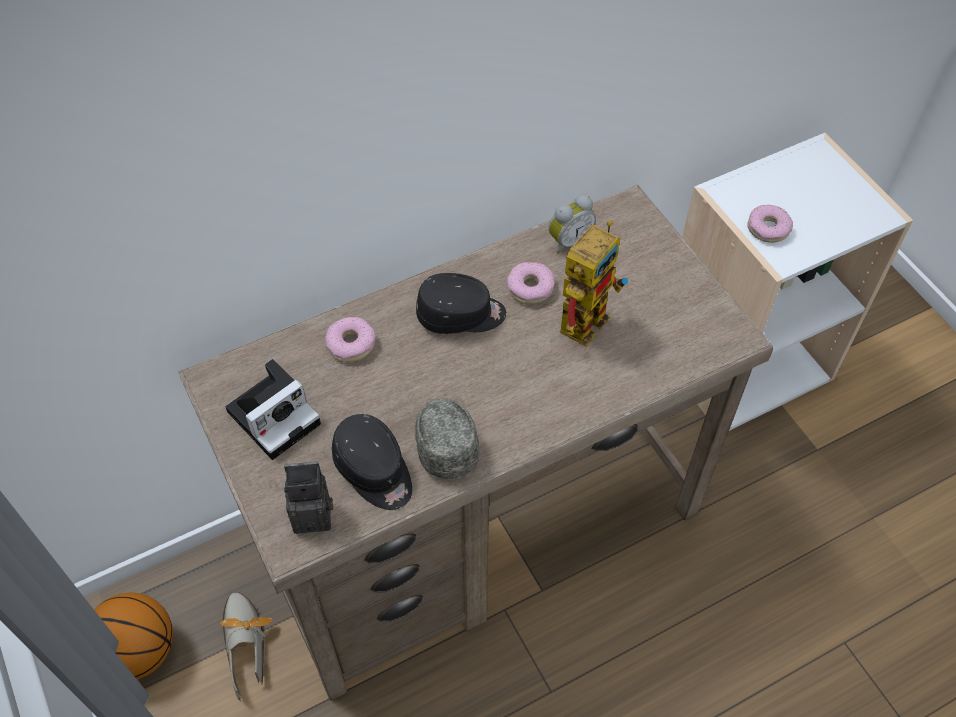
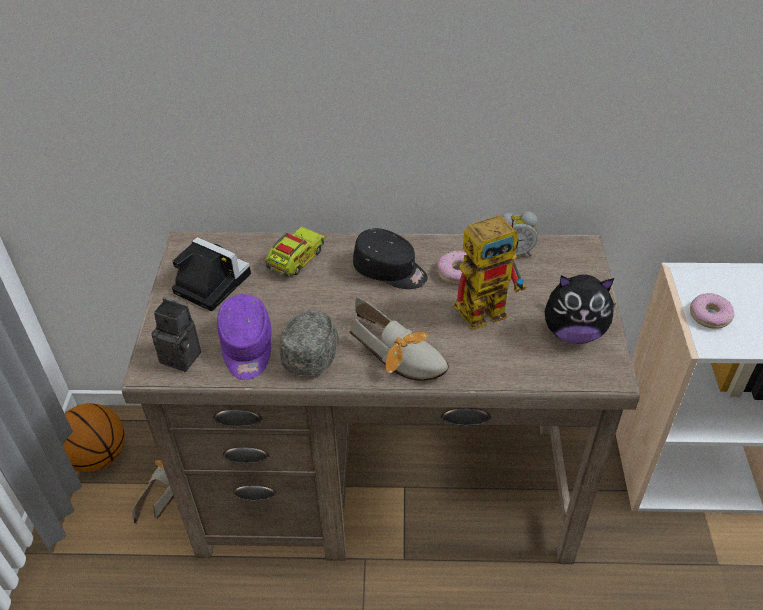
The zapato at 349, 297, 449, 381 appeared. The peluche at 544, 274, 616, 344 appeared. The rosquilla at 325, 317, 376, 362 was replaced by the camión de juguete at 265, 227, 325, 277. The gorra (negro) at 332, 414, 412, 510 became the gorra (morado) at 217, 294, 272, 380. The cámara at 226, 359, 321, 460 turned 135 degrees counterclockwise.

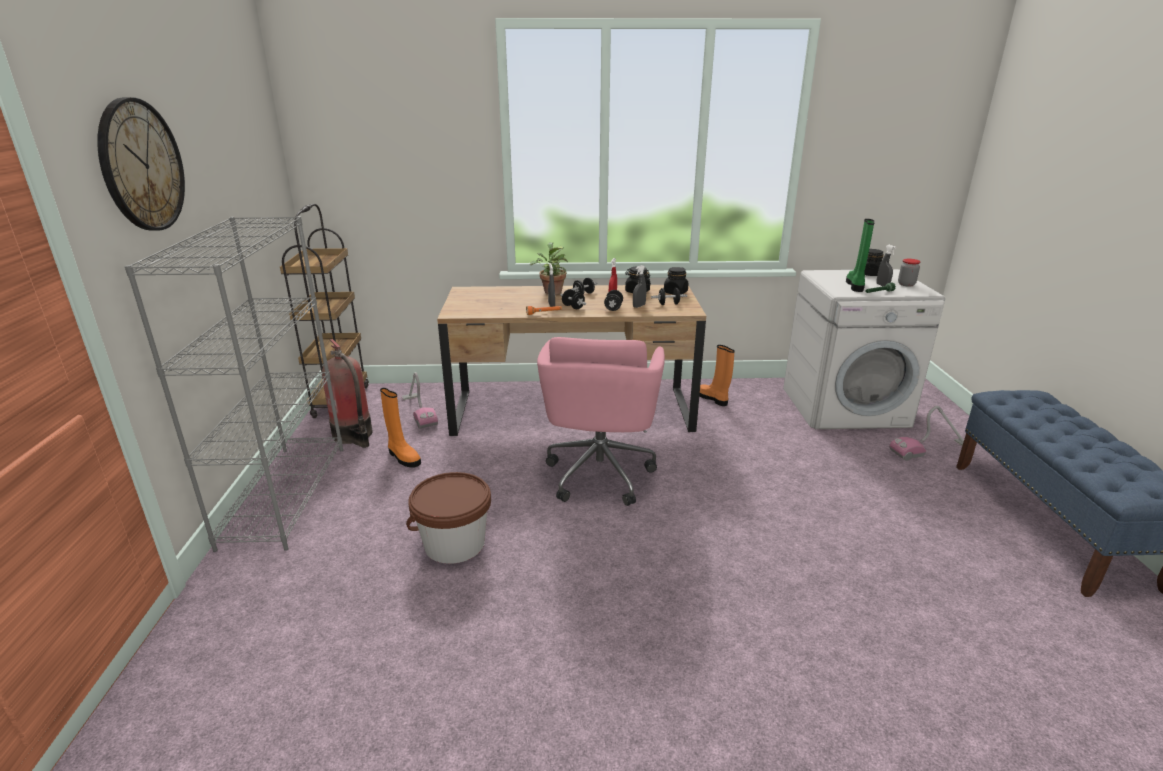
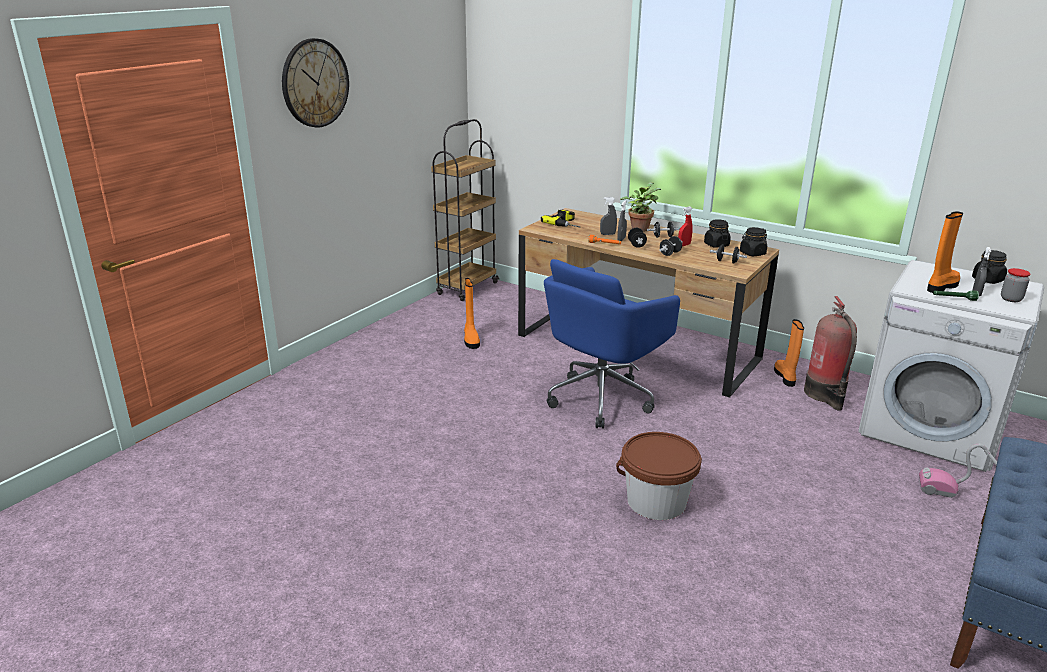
The estantería (gris) at 124, 216, 343, 552 disappeared. The aspiradora at 401, 372, 438, 428 disappeared. The taladro at 541, 209, 580, 228 appeared. The extintor moved from 322, 339, 373, 448 to 804, 296, 857, 411. The cubo (marrón) moved from 406, 472, 491, 564 to 616, 432, 702, 520. The pulverizador (gris) moved from 633, 265, 647, 308 to 600, 197, 617, 235. The silla de oficina (rosa) at 537, 337, 665, 506 became the silla de oficina (azul) at 544, 259, 680, 429. The bota (verde) at 846, 219, 874, 292 became the bota (naranja) at 927, 211, 963, 293.

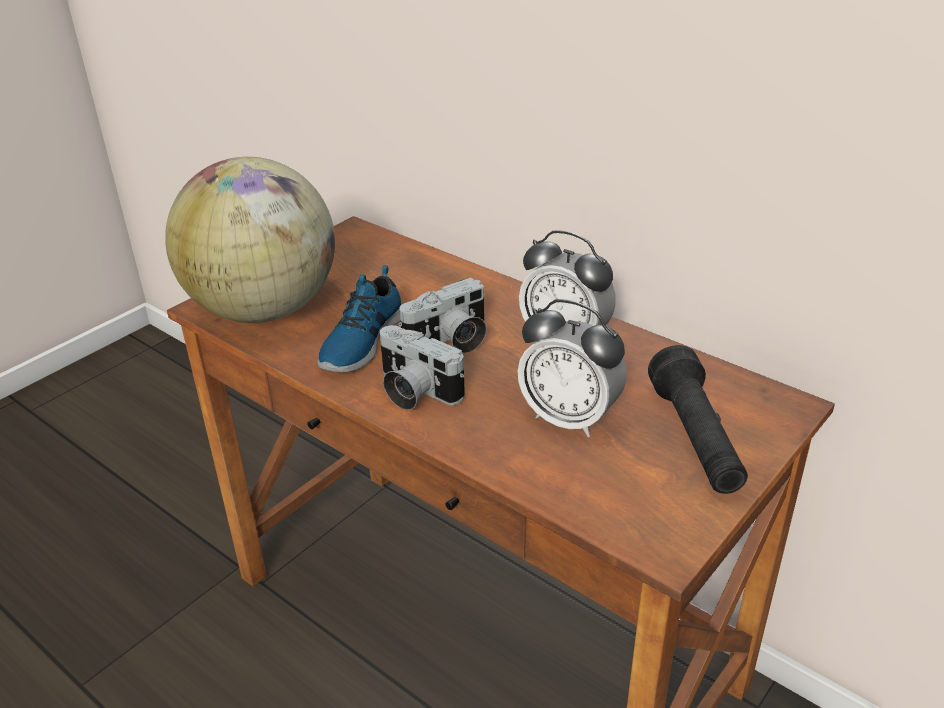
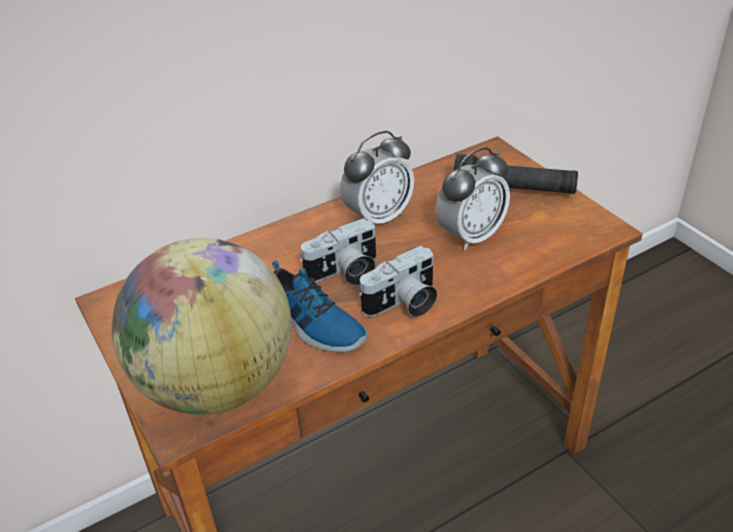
The cámara at 398, 277, 487, 353 turned 75 degrees clockwise.

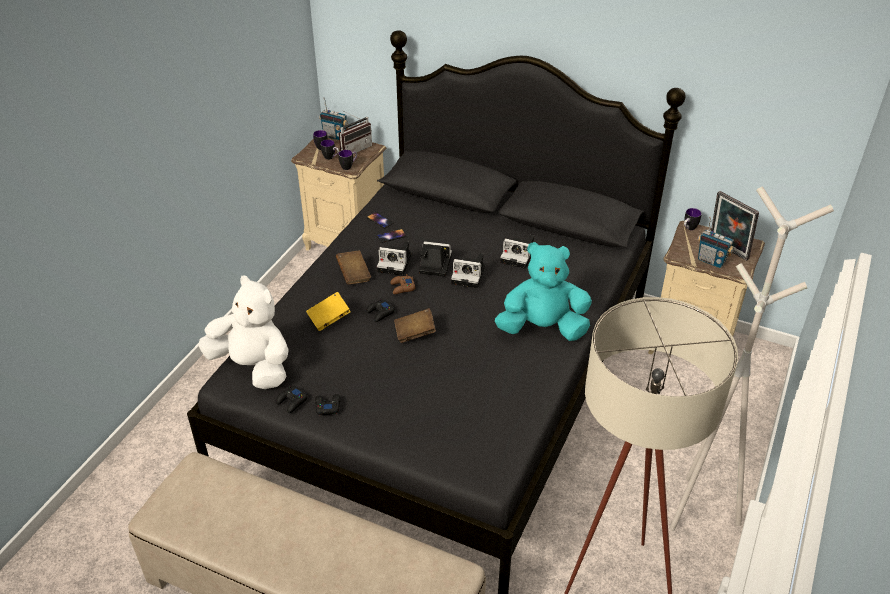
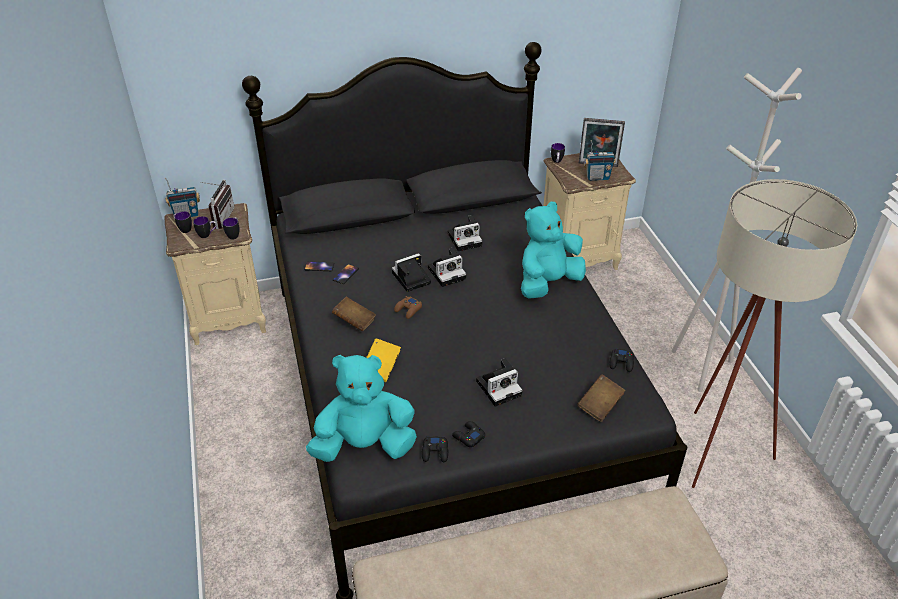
The mando de consola (negro) moved from 366, 299, 394, 322 to 609, 348, 634, 372. The cámara moved from 377, 241, 412, 276 to 476, 358, 523, 407. The libro (marrón) moved from 394, 308, 436, 343 to 577, 375, 626, 422. The peluche (blanco) at 199, 275, 289, 389 became the peluche (turquesa) at 306, 355, 417, 462.

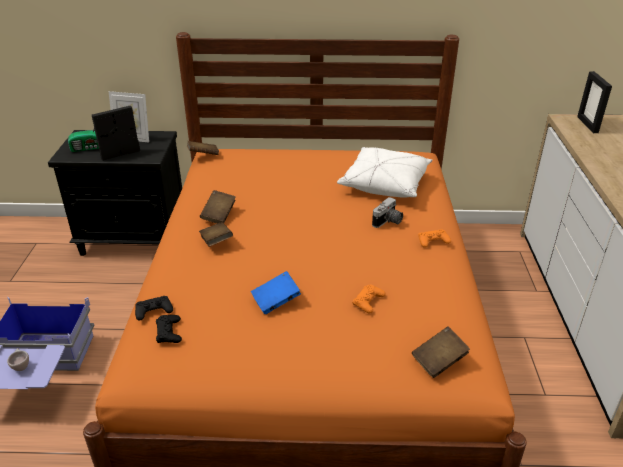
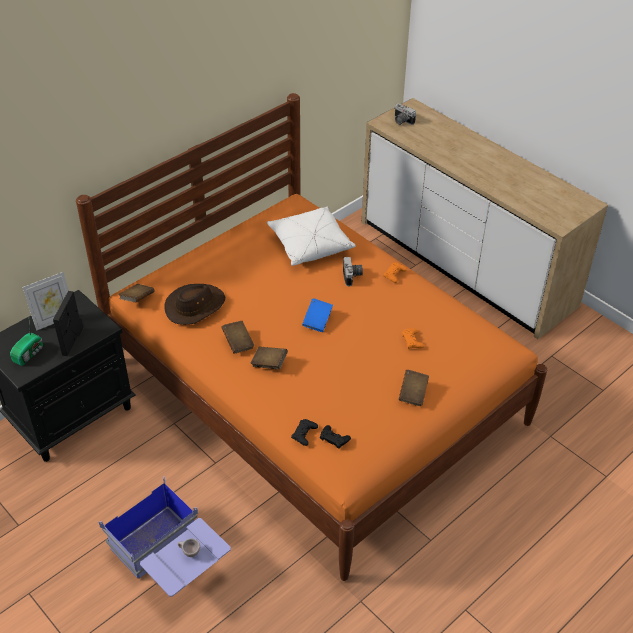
The sombrero (marrón) at 164, 284, 225, 325 appeared. The libro (azul) moved from 251, 271, 301, 314 to 302, 298, 333, 332. The libro (marrón) moved from 412, 326, 470, 378 to 399, 370, 429, 406. The portarretratos at 577, 71, 612, 133 was replaced by the cámara at 395, 103, 416, 125.

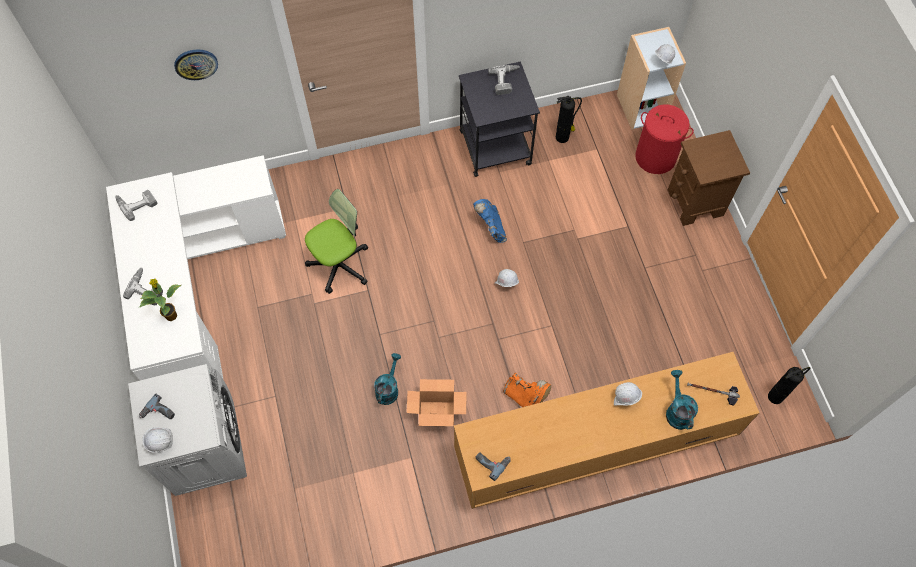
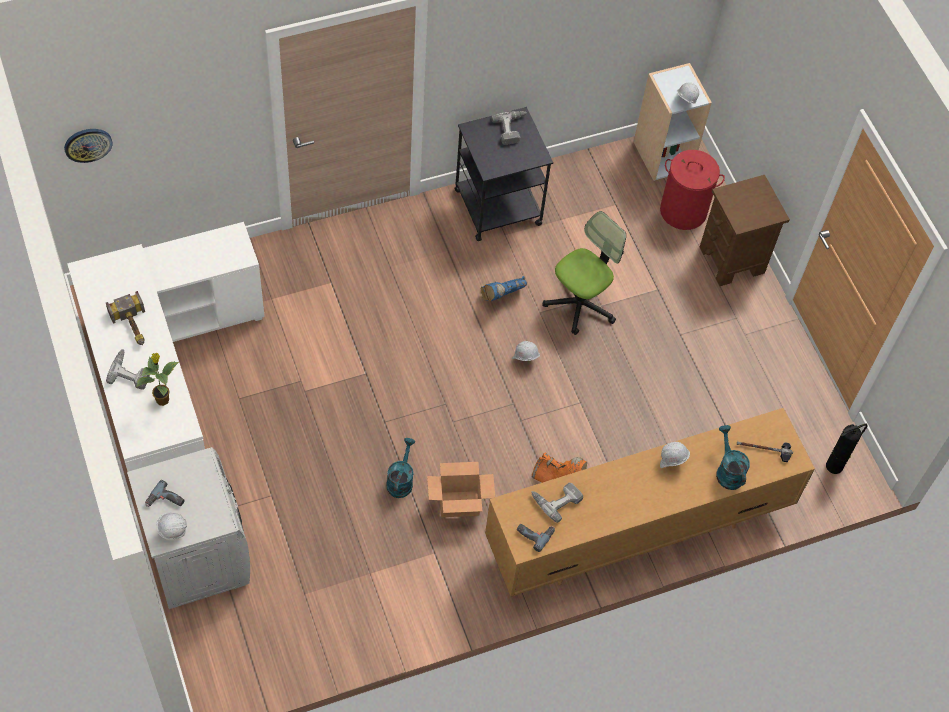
The extintor at 556, 96, 582, 143 disappeared. The martillo at 106, 291, 145, 345 appeared. The taladro moved from 115, 190, 158, 221 to 531, 483, 583, 523. The reloj de pared moved from 174, 49, 218, 80 to 64, 129, 113, 163. The silla de oficina moved from 305, 189, 368, 294 to 542, 211, 626, 335. The bota (azul) at 473, 199, 507, 243 turned 90 degrees counterclockwise.

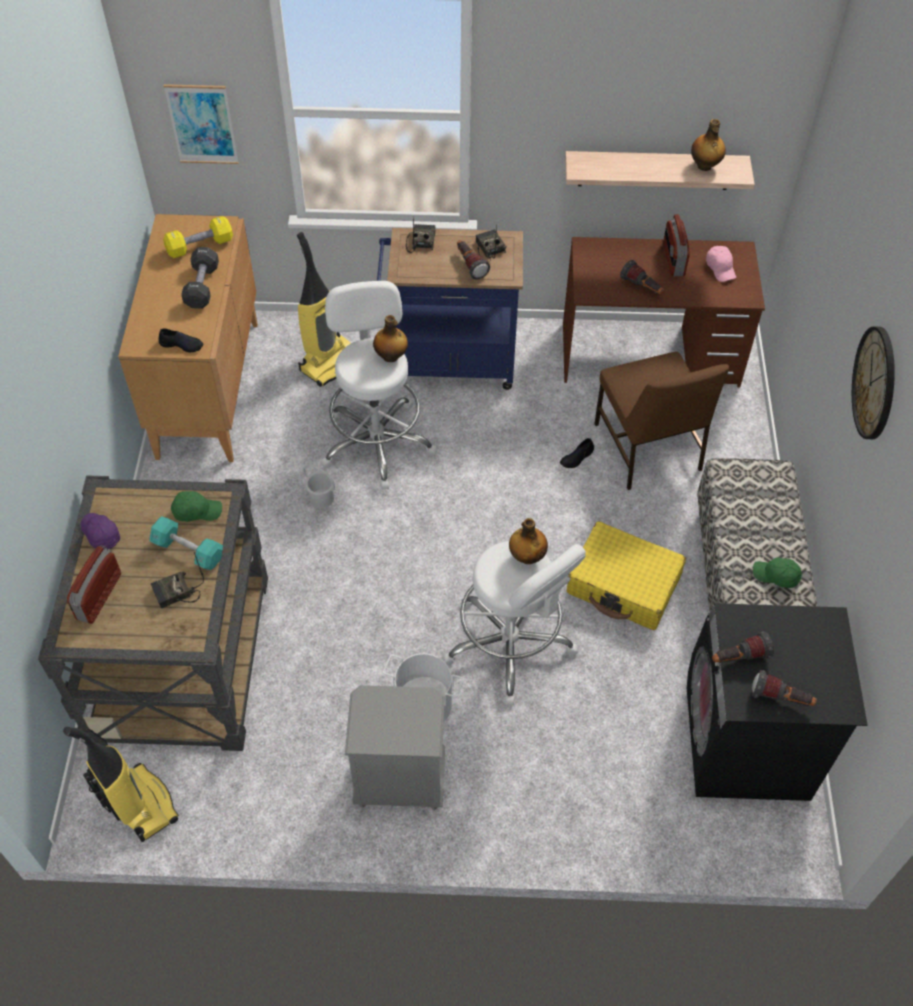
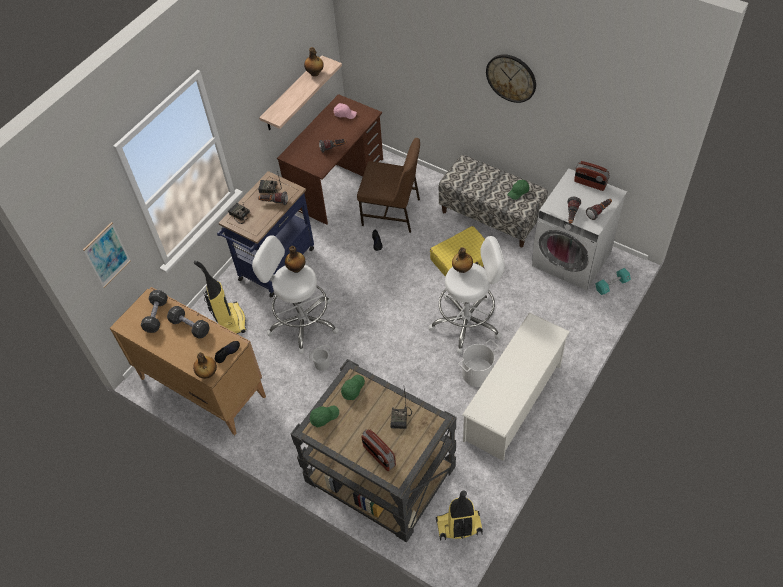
The gorra (morado) at 81, 513, 120, 550 disappeared. The botella at 193, 352, 217, 379 appeared. The gorra (verde) at 310, 406, 339, 427 appeared. The mancuerna (turquesa) moved from 150, 516, 223, 570 to 595, 268, 631, 295. The radio moved from 663, 214, 690, 277 to 574, 161, 610, 191. The mesita de noche (gris) at 345, 685, 445, 810 was replaced by the zapatero (blanco) at 462, 313, 570, 461. The mancuerna (amarillo) at 163, 216, 233, 258 became the mancuerna (negro) at 141, 290, 168, 333. The lavadora (negro) at 687, 603, 868, 801 became the lavadora (blanco) at 532, 168, 627, 290.

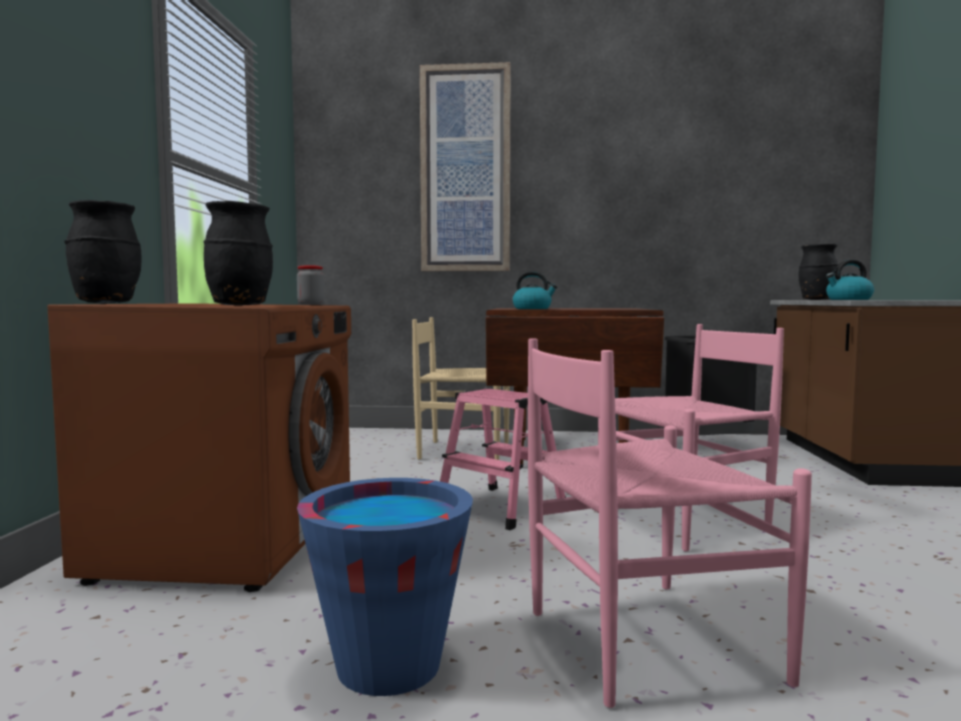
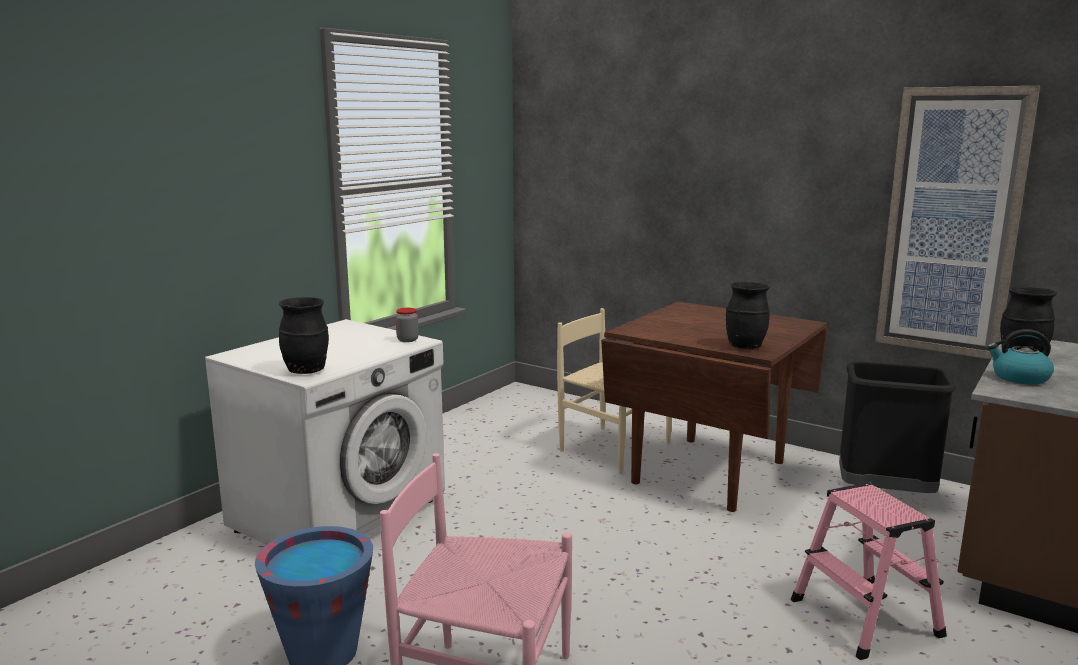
The hervidor at 513, 272, 557, 309 disappeared. The silla (rosa) at 598, 324, 784, 552 disappeared. The florero (negro) moved from 64, 200, 142, 304 to 726, 282, 770, 349. The cuadro moved from 420, 62, 511, 271 to 875, 86, 1040, 359. The escalera de tijera (rosa) moved from 440, 388, 566, 530 to 791, 482, 947, 660. The lavadora (marrón) at 47, 303, 351, 592 became the lavadora (blanco) at 205, 319, 445, 545.

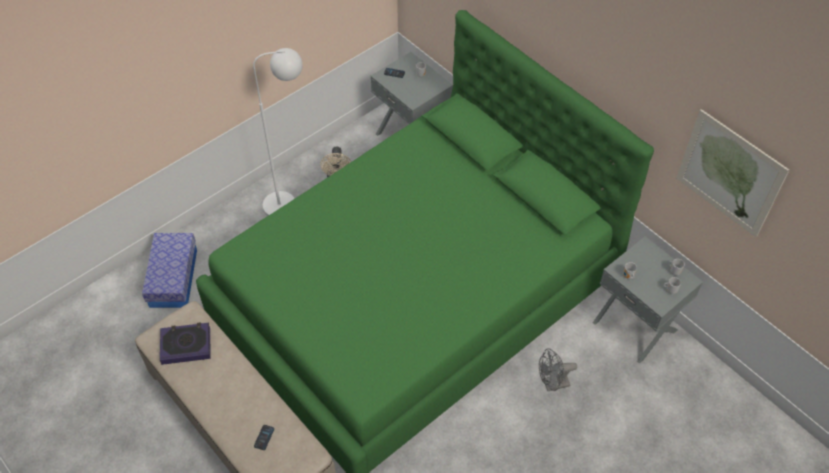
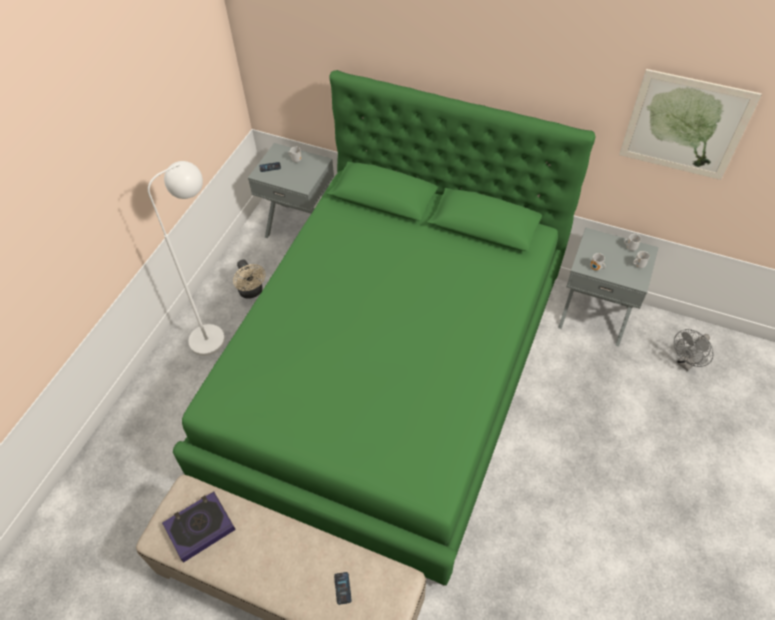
The caja de almacenaje at 142, 233, 197, 308 disappeared. The ventilador (gris) moved from 539, 348, 577, 391 to 674, 329, 714, 371.

